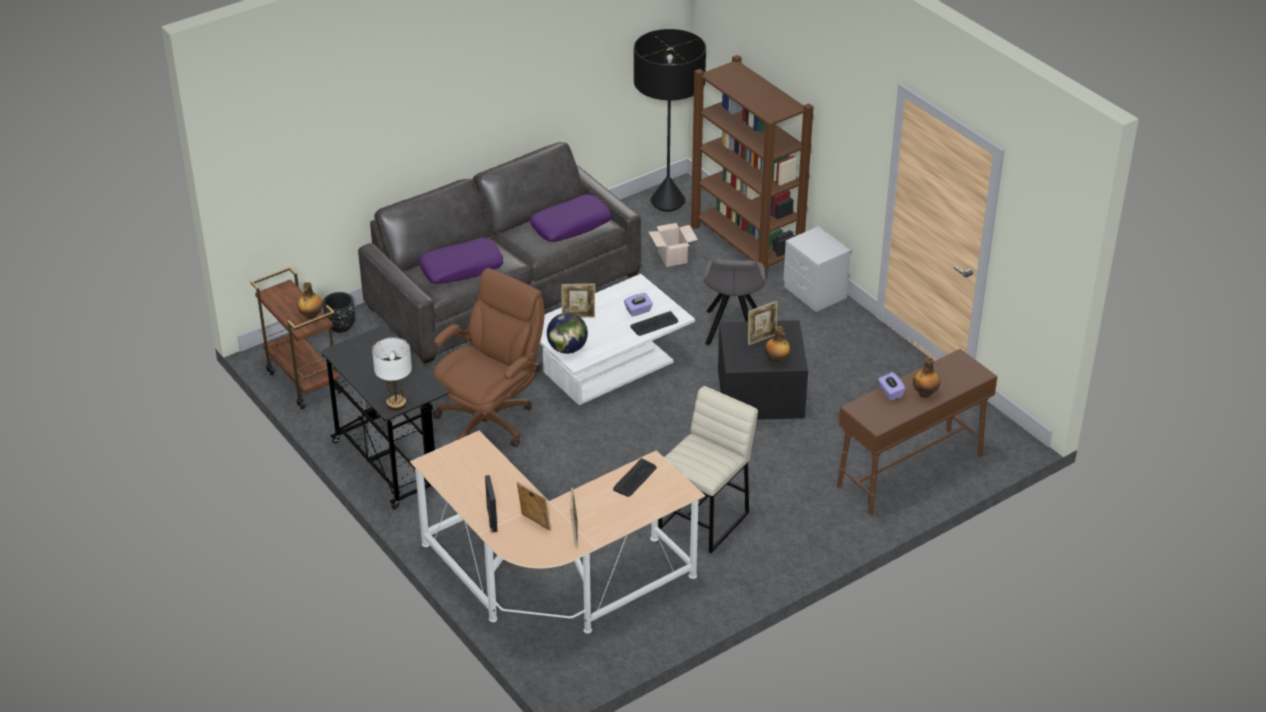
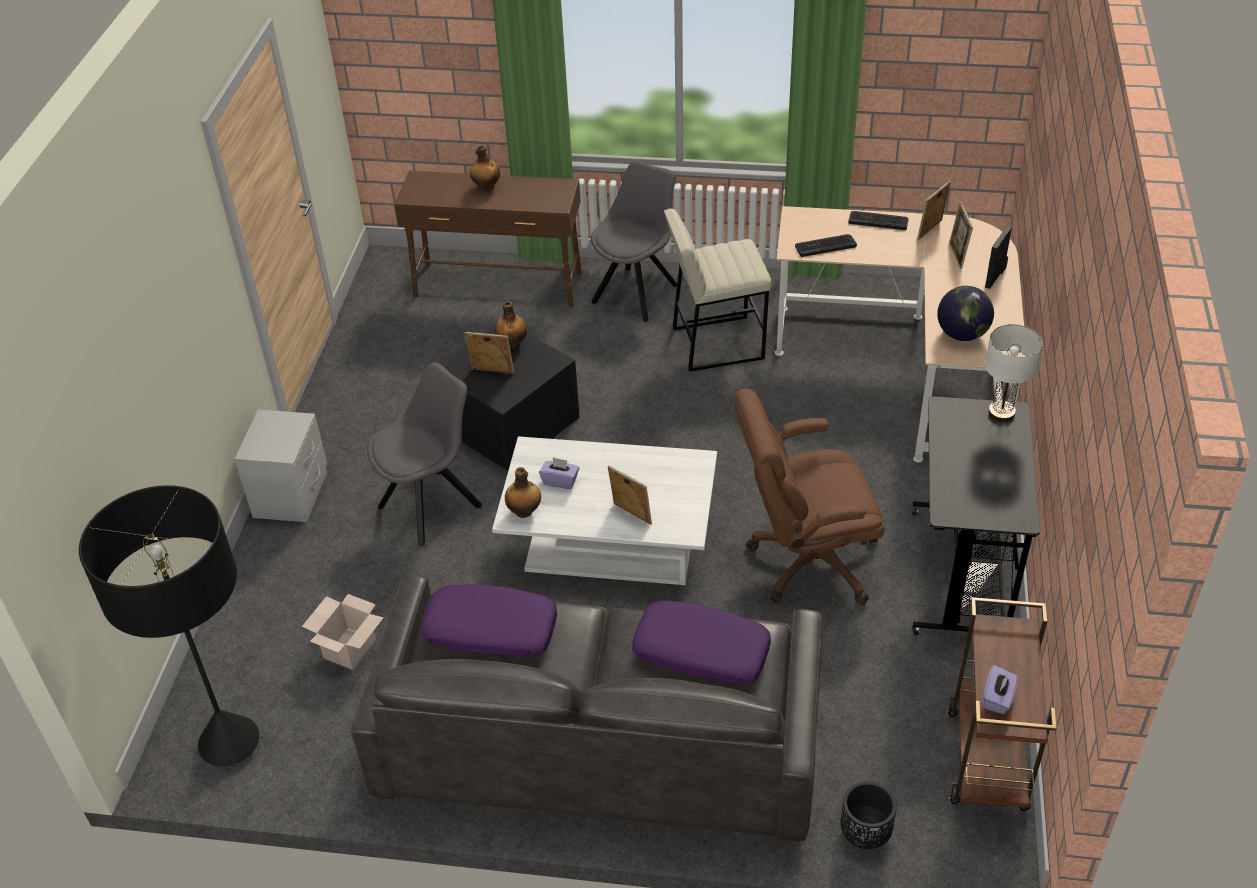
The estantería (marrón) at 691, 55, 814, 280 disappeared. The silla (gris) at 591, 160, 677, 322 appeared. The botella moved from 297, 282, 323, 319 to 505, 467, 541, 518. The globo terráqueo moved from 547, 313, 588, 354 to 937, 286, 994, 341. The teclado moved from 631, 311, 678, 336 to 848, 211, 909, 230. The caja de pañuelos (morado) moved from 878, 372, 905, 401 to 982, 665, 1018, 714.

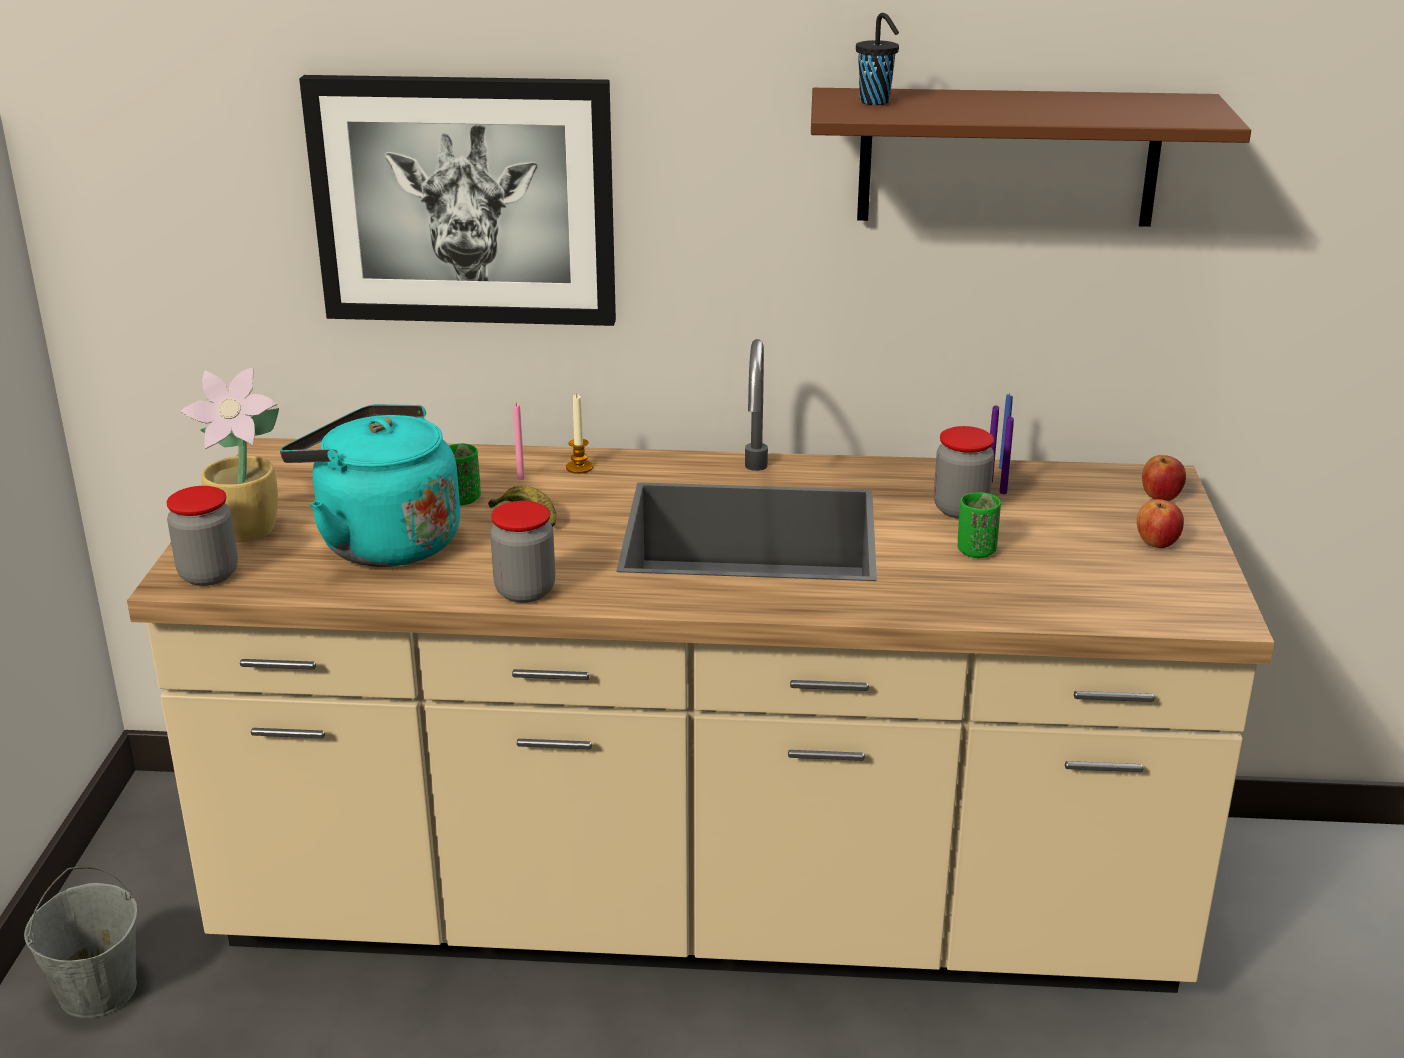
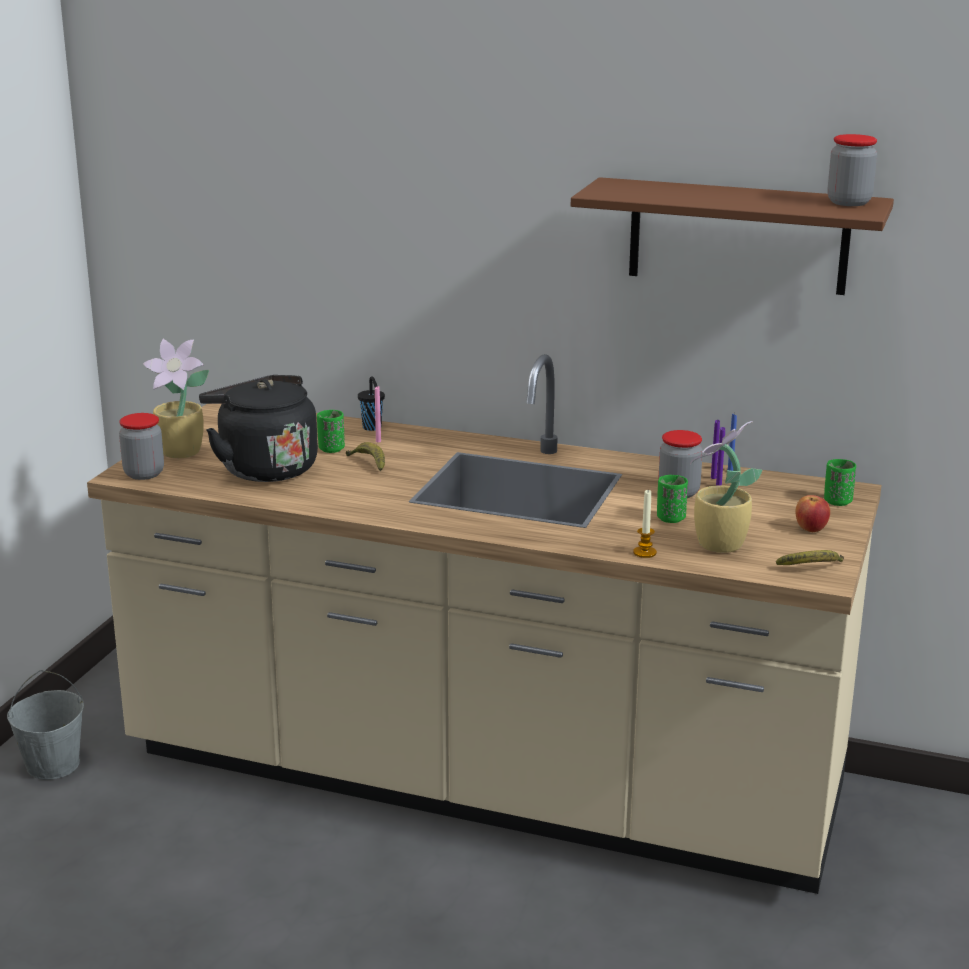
The cuadro at 299, 75, 616, 326 disappeared. The planta en maceta at 690, 421, 762, 553 appeared. The plátano at 776, 550, 844, 565 appeared. The tarro moved from 490, 501, 555, 603 to 828, 134, 877, 206. The vela moved from 566, 394, 593, 474 to 633, 490, 657, 558. The taza (negro) moved from 856, 13, 899, 105 to 358, 376, 385, 431. The manzana at 1142, 455, 1186, 501 was replaced by the taza (verde) at 824, 459, 856, 506. The hervidor (turquesa) at 280, 404, 460, 567 became the hervidor (negro) at 199, 375, 318, 482.

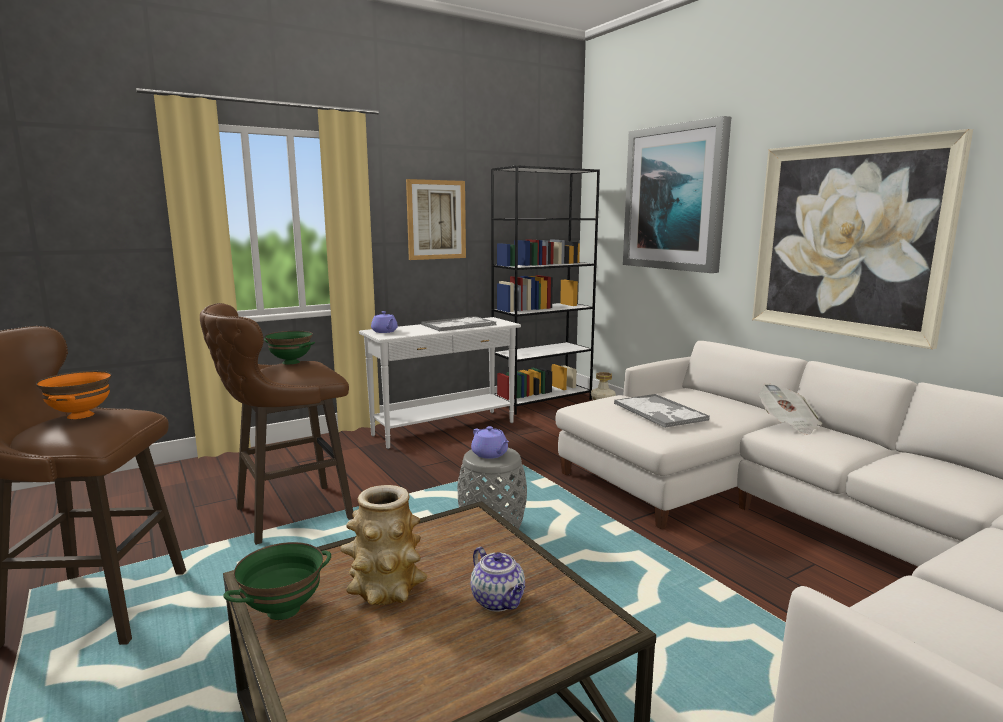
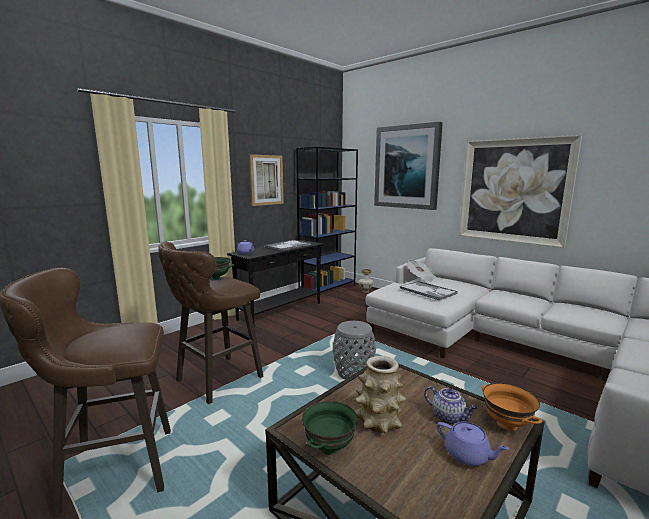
The cuenco (naranja) moved from 36, 371, 111, 419 to 482, 383, 543, 431. The tetera (morado) moved from 471, 426, 509, 459 to 437, 422, 509, 466. The periódico moved from 758, 383, 822, 435 to 407, 259, 436, 282. The mesa consola (blanco) at 359, 317, 521, 449 became the mesa consola (negro) at 227, 240, 324, 328. The estantería (blanco) at 491, 165, 600, 415 became the estantería (azul) at 296, 147, 358, 293.

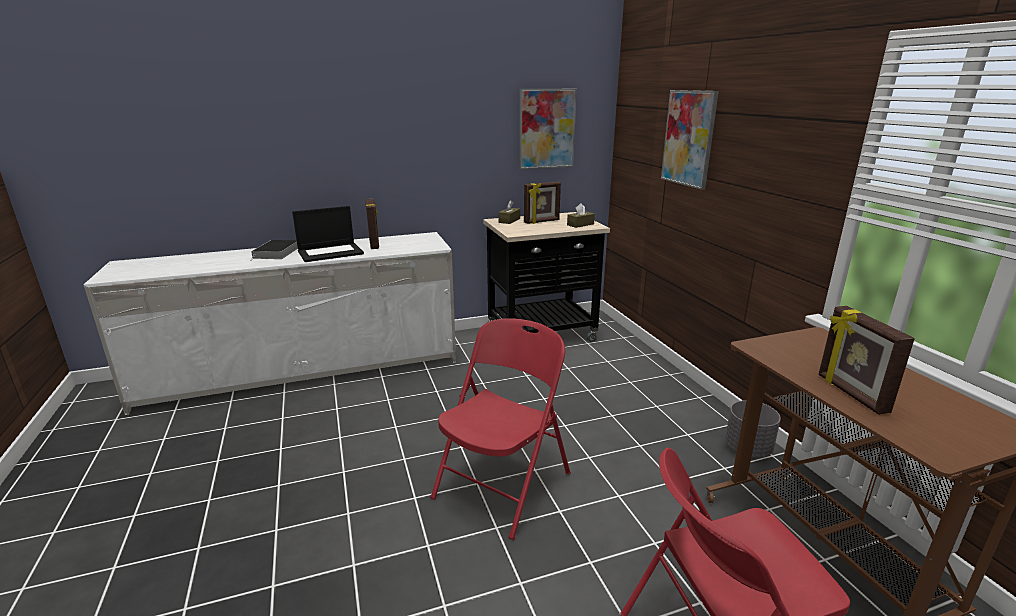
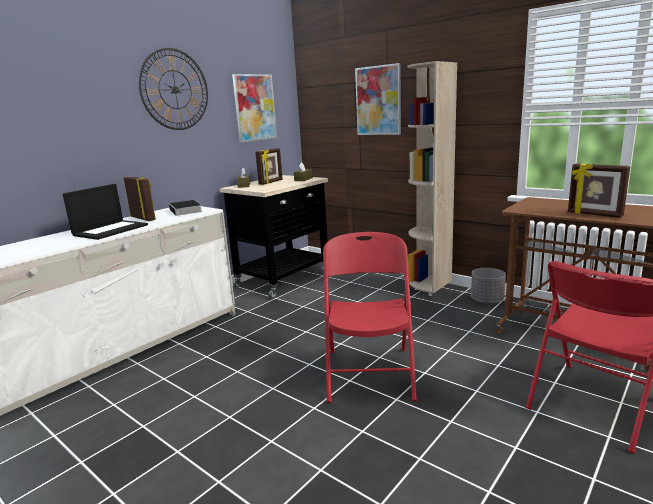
The reloj de pared at 138, 48, 208, 130 appeared. The estantería (beis) at 408, 61, 457, 296 appeared. The libro moved from 251, 240, 298, 260 to 169, 200, 202, 216.

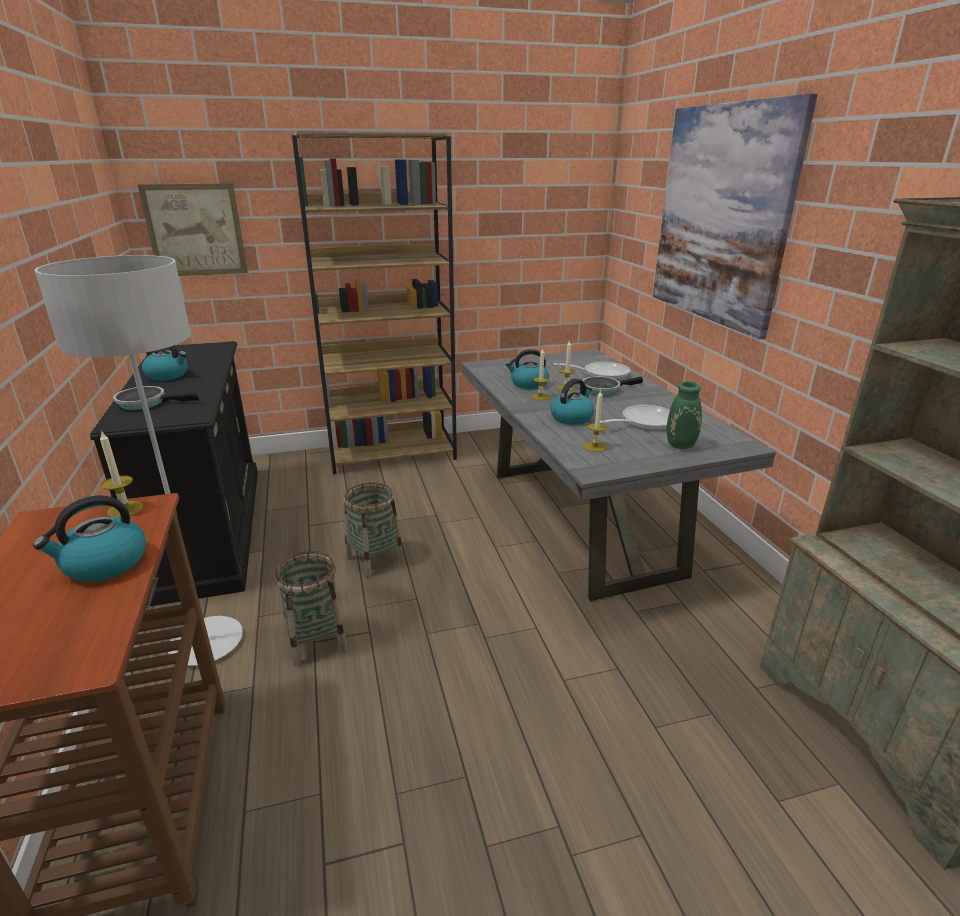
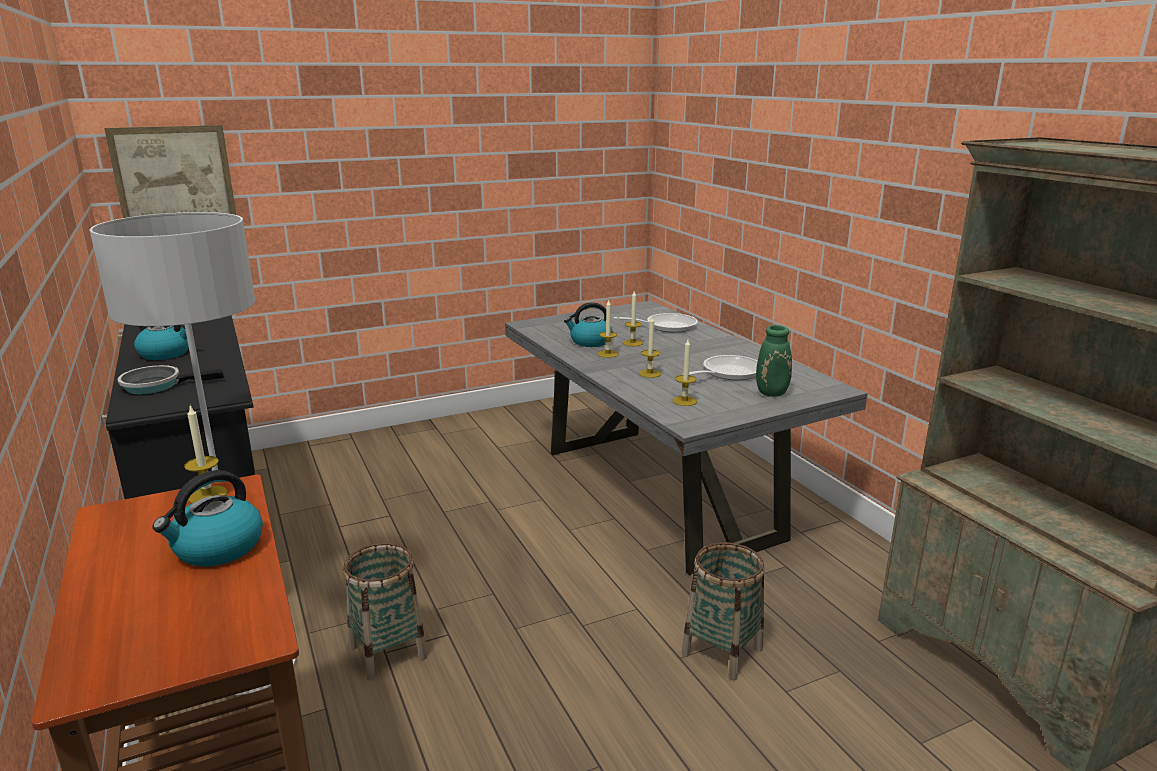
The estantería (marrón) at 292, 132, 457, 475 disappeared. The sartén at 583, 376, 643, 396 disappeared. The cuadro at 653, 93, 818, 340 disappeared. The cesta moved from 344, 482, 404, 577 to 681, 542, 765, 680. The hervidor at 551, 378, 594, 425 was replaced by the vela at 639, 317, 661, 378.

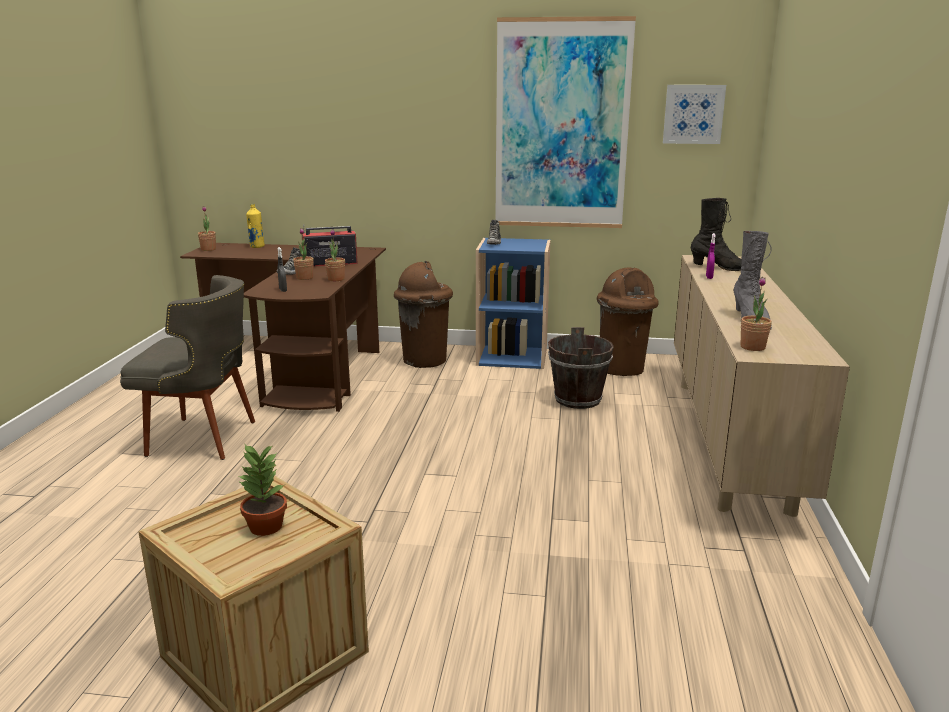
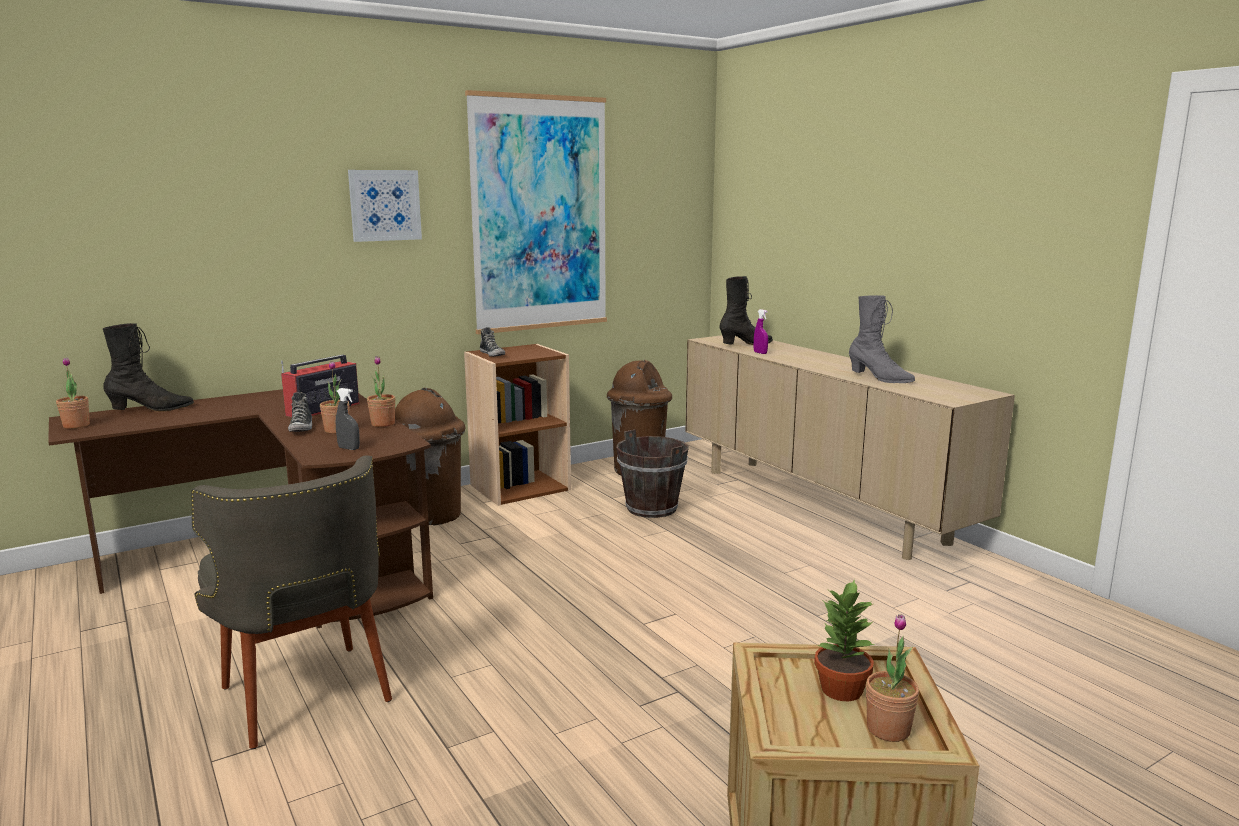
The cuadro moved from 663, 85, 726, 144 to 348, 170, 422, 242. The planta en maceta moved from 740, 277, 772, 351 to 866, 614, 919, 742. The botella (amarillo) at 246, 204, 265, 248 was replaced by the bota (negro) at 103, 323, 194, 411. The estantería (azul) at 476, 238, 550, 369 became the estantería (marrón) at 464, 344, 571, 505. The silla (gris) at 120, 275, 255, 460 turned 90 degrees clockwise.

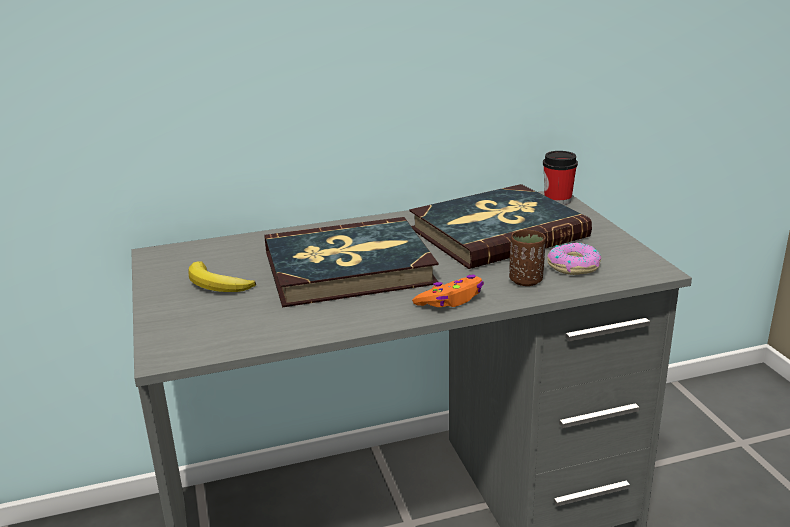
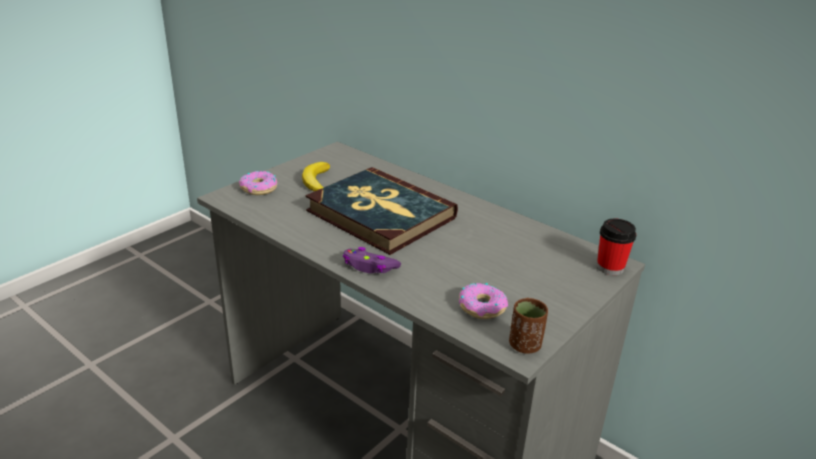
The libro at 409, 184, 592, 269 disappeared. The rosquilla at 239, 171, 277, 195 appeared. The taza (marrón) moved from 509, 230, 546, 286 to 509, 298, 548, 354. The mando de consola (naranja) at 412, 274, 484, 307 became the mando de consola (morado) at 343, 247, 401, 274.

